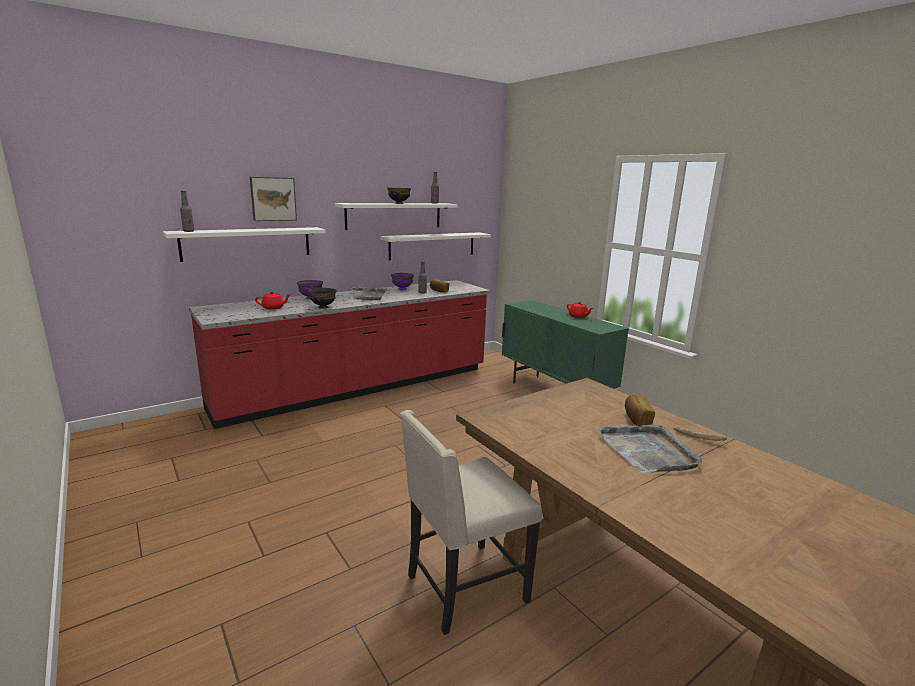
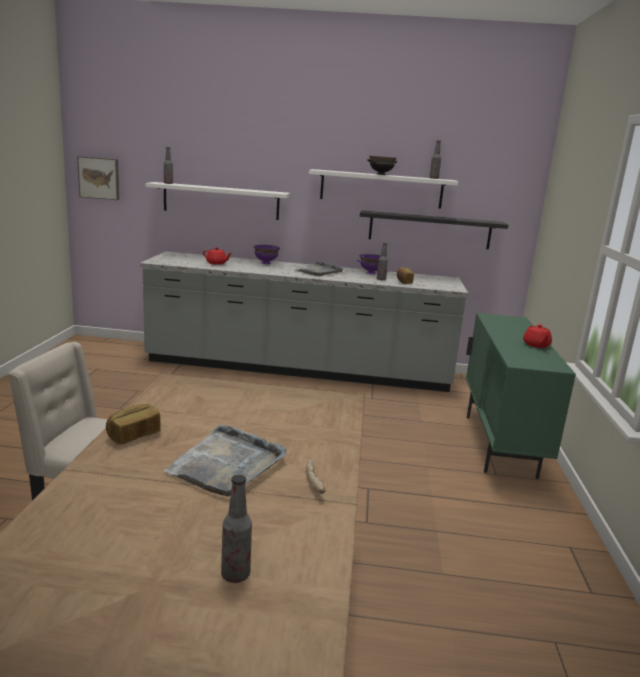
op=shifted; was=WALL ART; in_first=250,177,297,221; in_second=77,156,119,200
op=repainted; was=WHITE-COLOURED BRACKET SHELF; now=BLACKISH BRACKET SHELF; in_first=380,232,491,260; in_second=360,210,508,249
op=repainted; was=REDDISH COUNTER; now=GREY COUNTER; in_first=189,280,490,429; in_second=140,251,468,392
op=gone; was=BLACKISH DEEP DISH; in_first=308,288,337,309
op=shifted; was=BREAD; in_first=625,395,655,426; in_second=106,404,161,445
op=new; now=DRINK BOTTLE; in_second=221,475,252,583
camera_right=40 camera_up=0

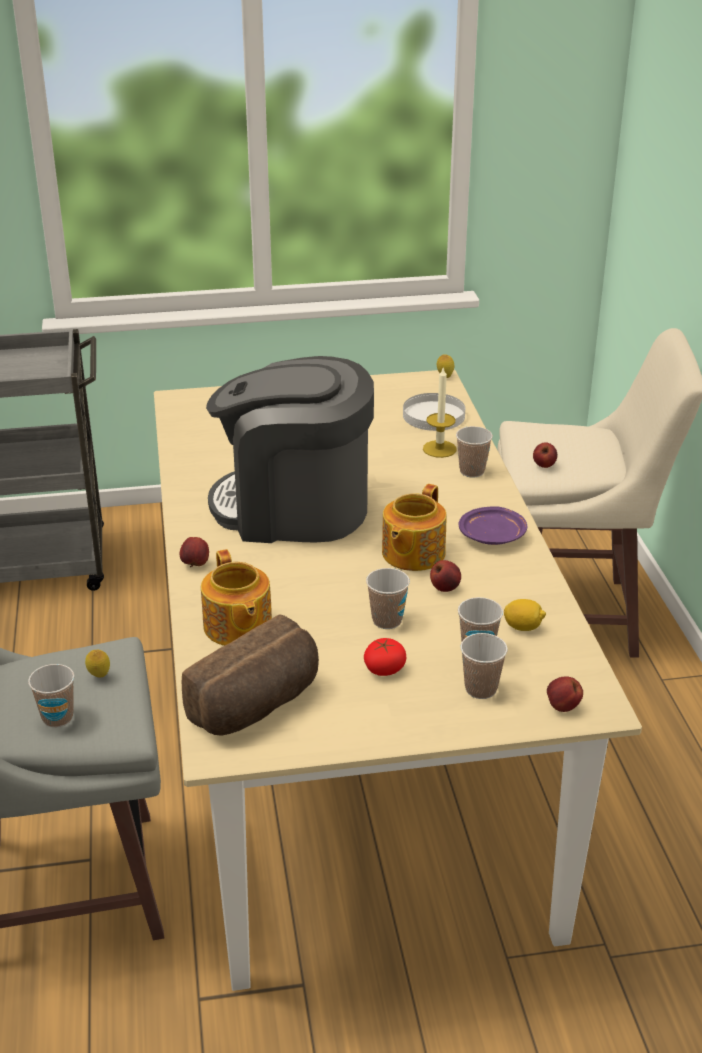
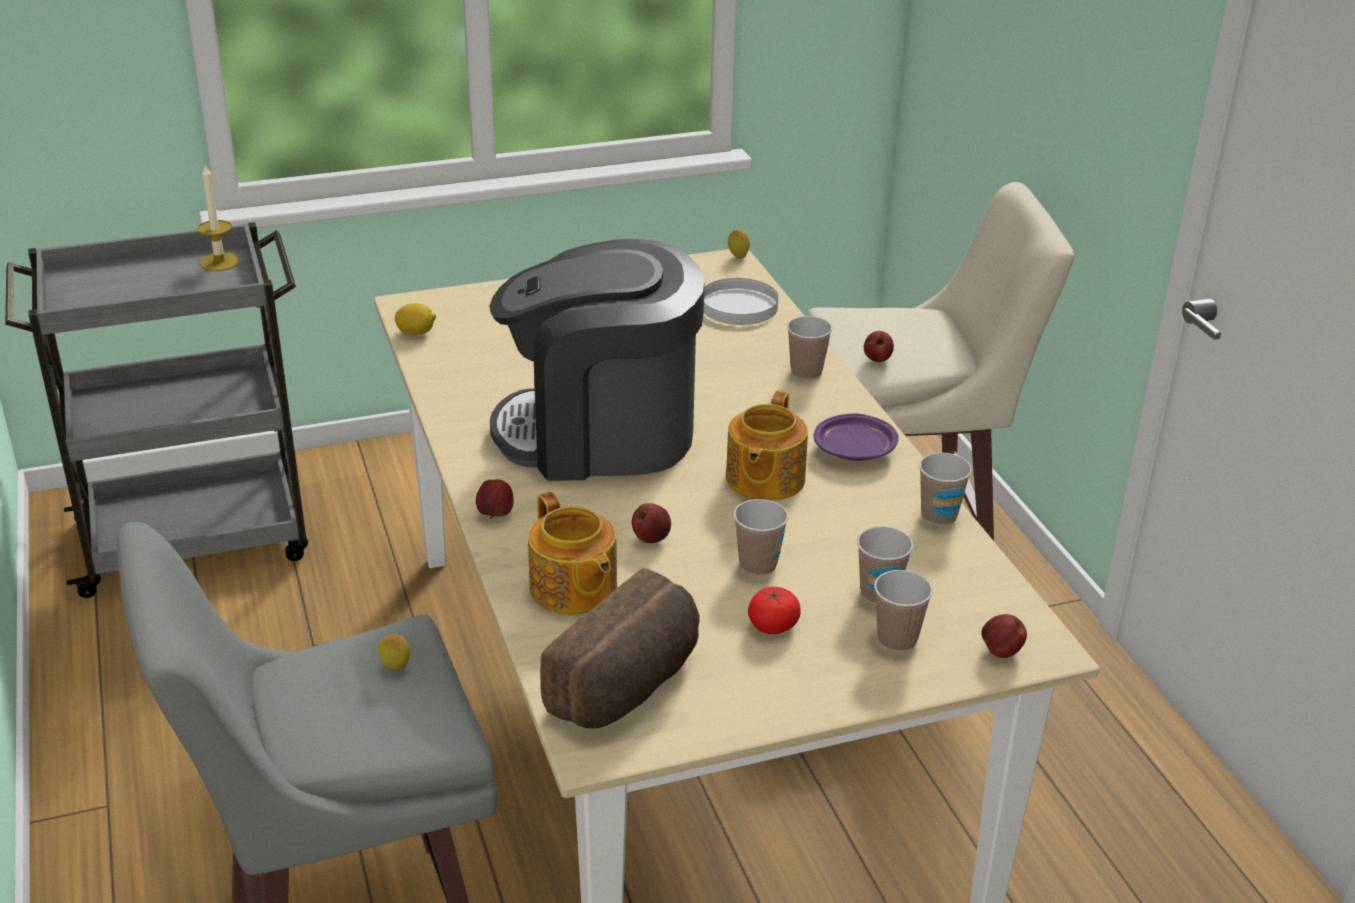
op=shifted; was=CANDLE; in_first=423,366,457,458; in_second=197,165,240,271
op=shifted; was=WHOLE APPLE; in_first=430,560,461,592; in_second=632,503,671,543
op=shifted; was=LEMON; in_first=504,599,546,631; in_second=395,303,436,336
op=shifted; was=SMALL CUP; in_first=28,664,74,728; in_second=919,453,972,526
camera_right=-10 camera_up=0

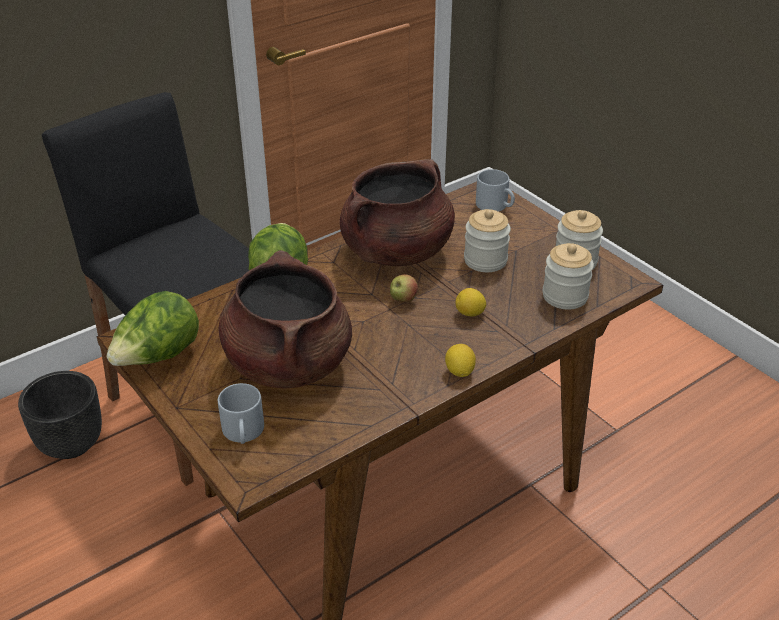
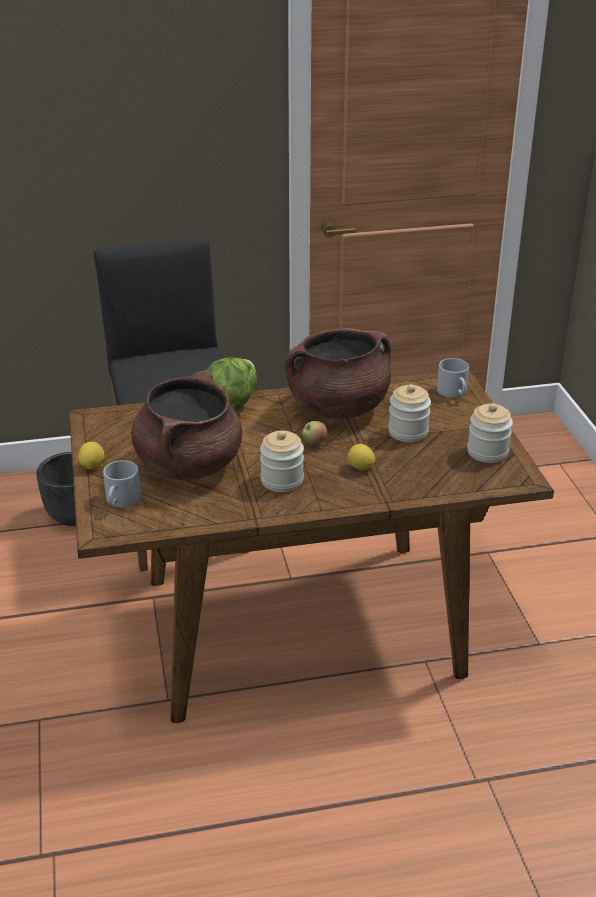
op=shifted; was=JAR; in_first=543,243,594,309; in_second=260,430,304,492
op=gone; was=LETTUCE HEAD; in_first=107,291,199,366
op=shifted; was=LEMON; in_first=445,344,476,377; in_second=78,442,105,469
camera_right=25 camera_up=-5

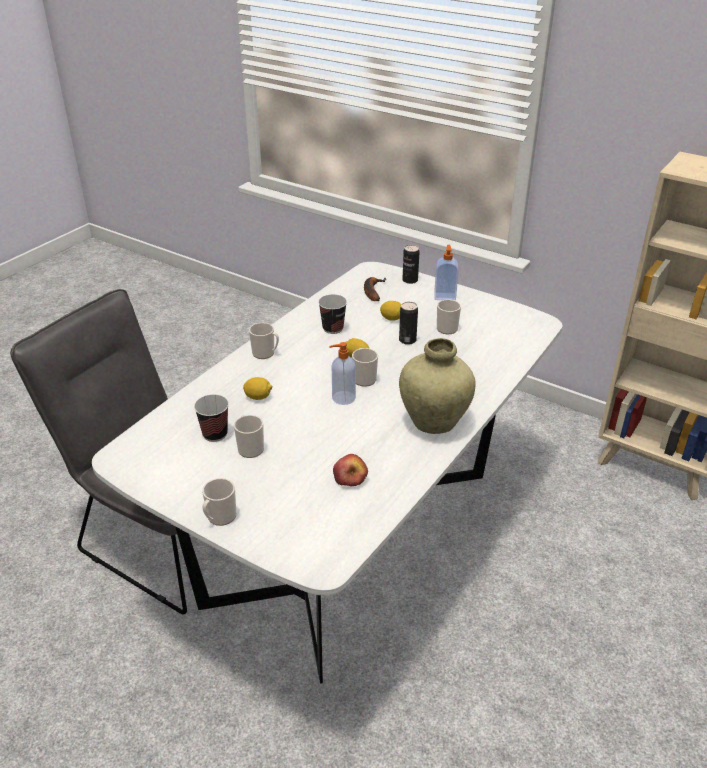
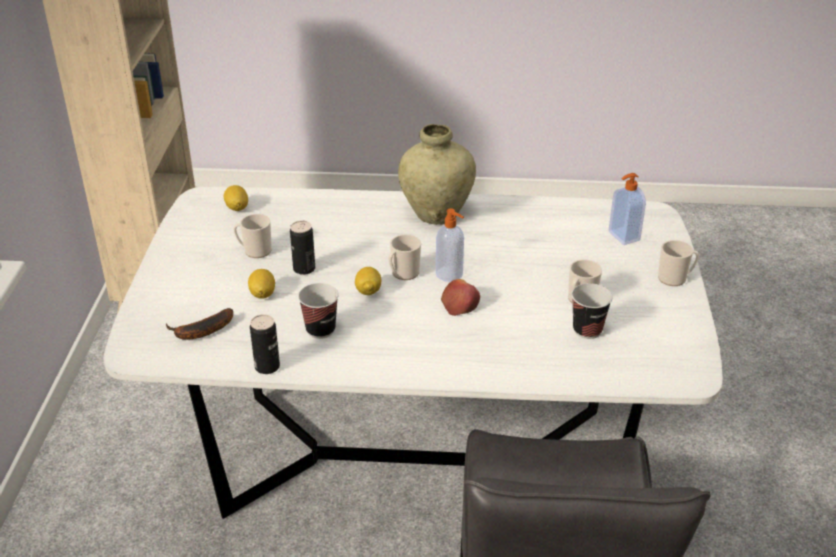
op=shifted; was=SEALED CAN; in_first=403,245,420,284; in_second=250,314,280,374
op=shifted; was=LIQUID SOAP BOTTLE; in_first=434,245,458,300; in_second=609,173,646,245
op=gone; was=COFFEE MUG; in_first=249,323,279,359
op=shifted; was=LEMON; in_first=243,377,272,400; in_second=224,185,248,211
op=shifted; was=WHOLE APPLE; in_first=333,454,368,486; in_second=441,279,480,316
camera_right=-120 camera_up=0

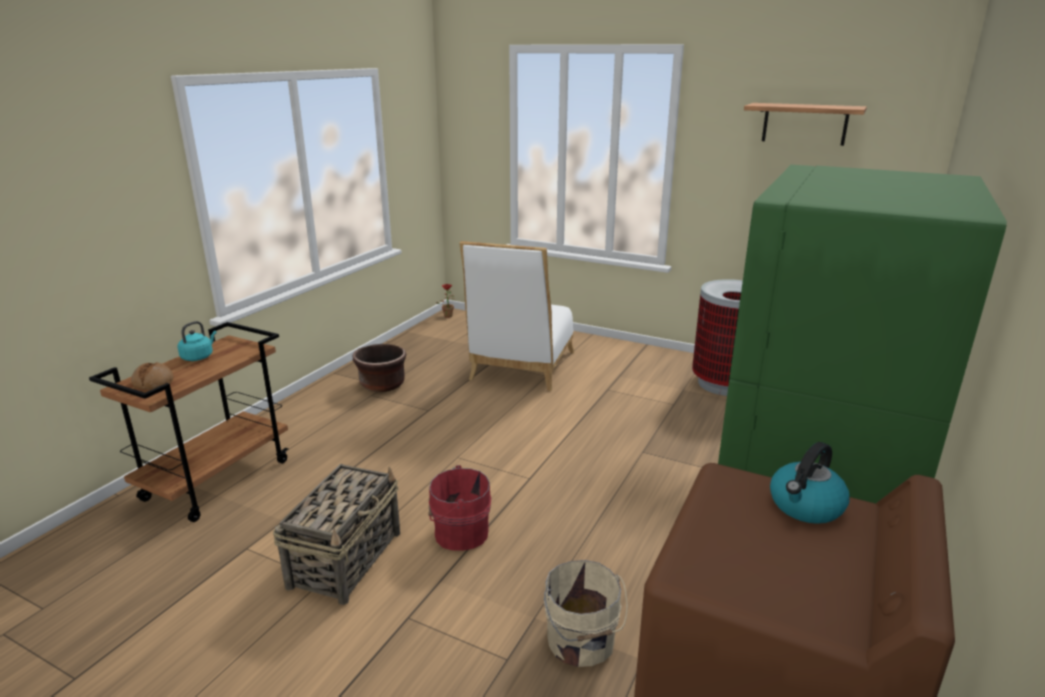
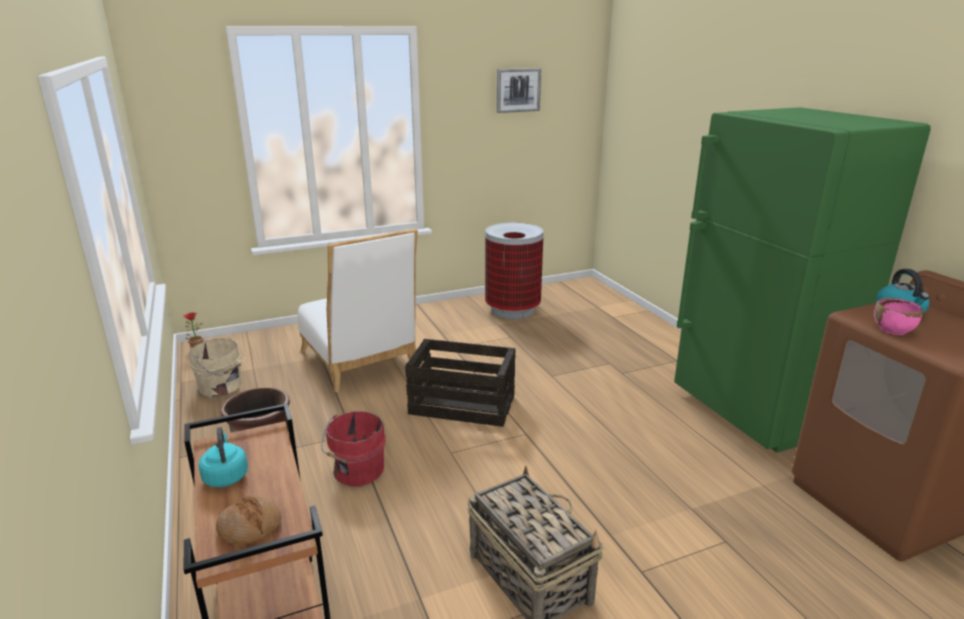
op=swapped; was=BRACKET SHELF; now=WALL ART; in_first=744,103,867,146; in_second=497,68,541,113
op=shifted; was=REDDISH WATER BUCKET; in_first=429,465,491,551; in_second=321,411,386,486
op=shifted; was=SAND-COLOURED WATER BUCKET; in_first=544,560,628,667; in_second=189,337,245,397
op=new; now=PINK-COLOURED DEEP DISH; in_second=874,298,923,335
op=new; now=CRATE; in_second=405,339,516,427
camera_right=-50 camera_up=0

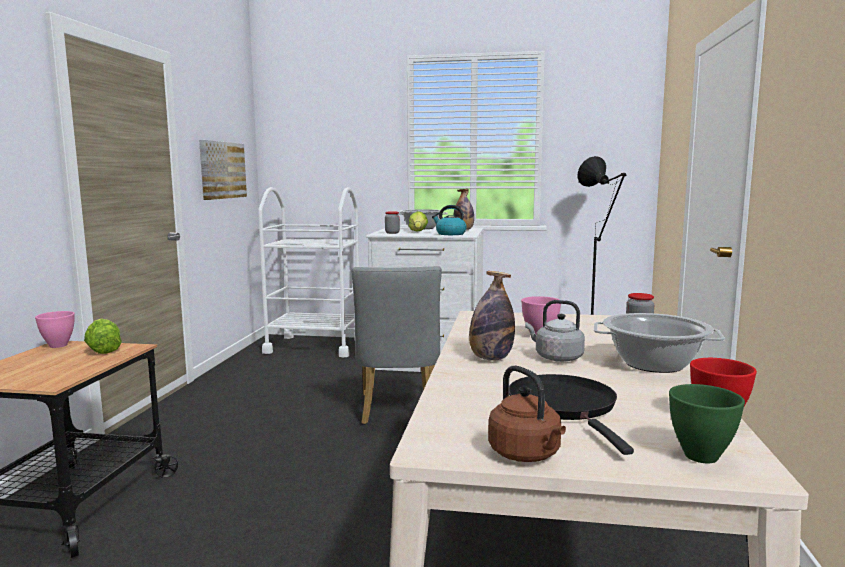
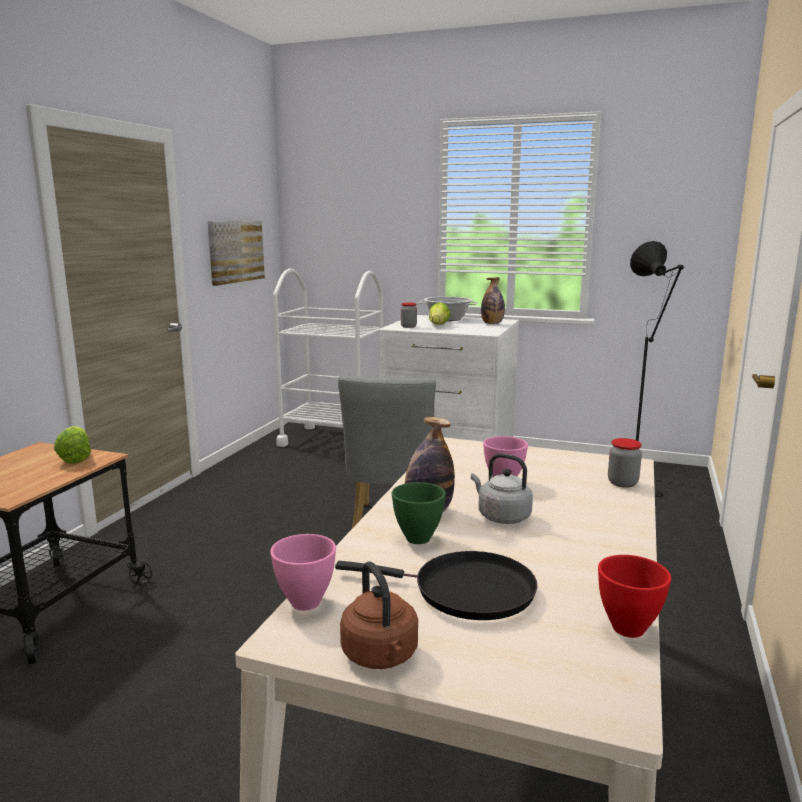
op=gone; was=WATER KETTLE; in_first=432,205,467,235
op=shifted; was=PINK-COLOURED DEEP DISH; in_first=35,311,75,348; in_second=270,534,336,611
op=gone; was=SAUCEPOT; in_first=594,313,725,373
op=rotated; was=BLACKISH SKILLET; in_first=509,374,634,455; in_second=335,551,537,620; clockwise=105
op=shifted; was=GREEN DEEP DISH; in_first=669,384,745,463; in_second=392,482,446,544
camera_right=10 camera_up=5

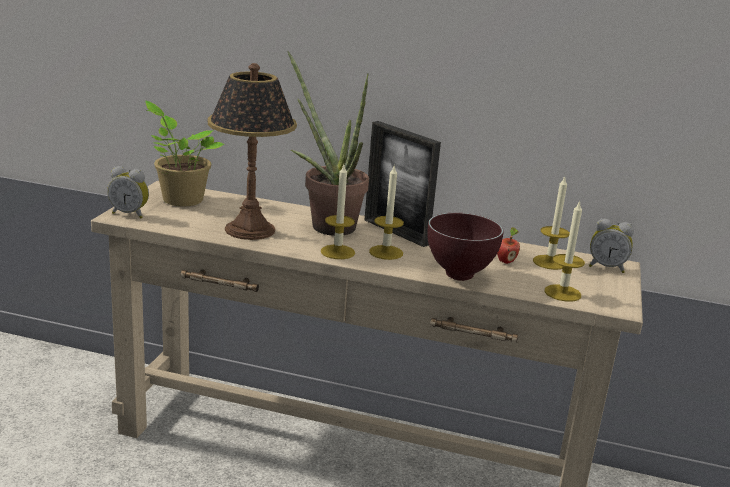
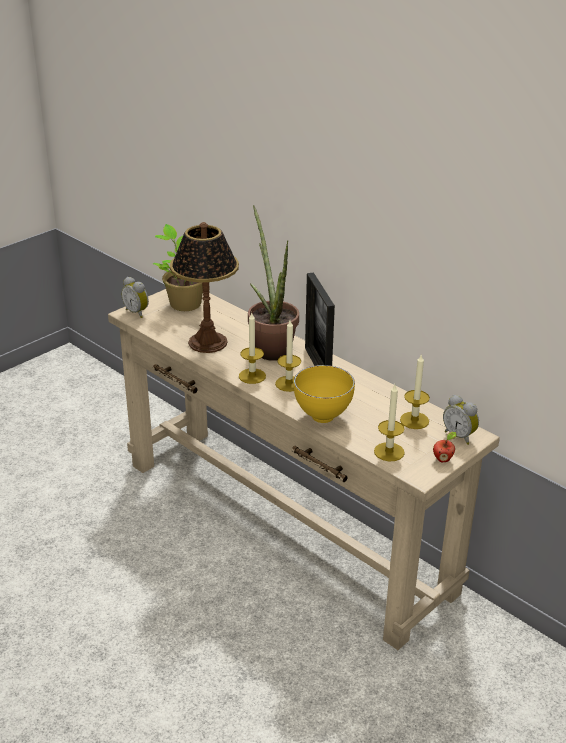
op=repainted; was=BROWN DEEP DISH; now=YELLOW-COLOURED DEEP DISH; in_first=427,213,504,281; in_second=294,365,355,423
op=shifted; was=WHOLE APPLE; in_first=497,227,520,264; in_second=433,432,456,462
camera_right=30 camera_up=10

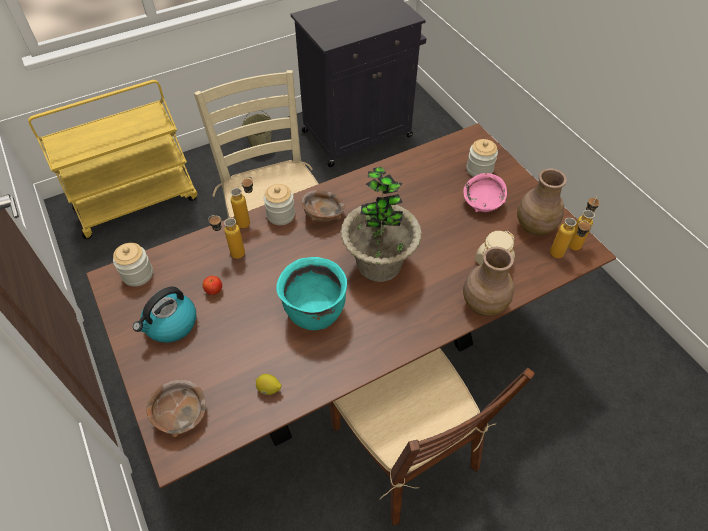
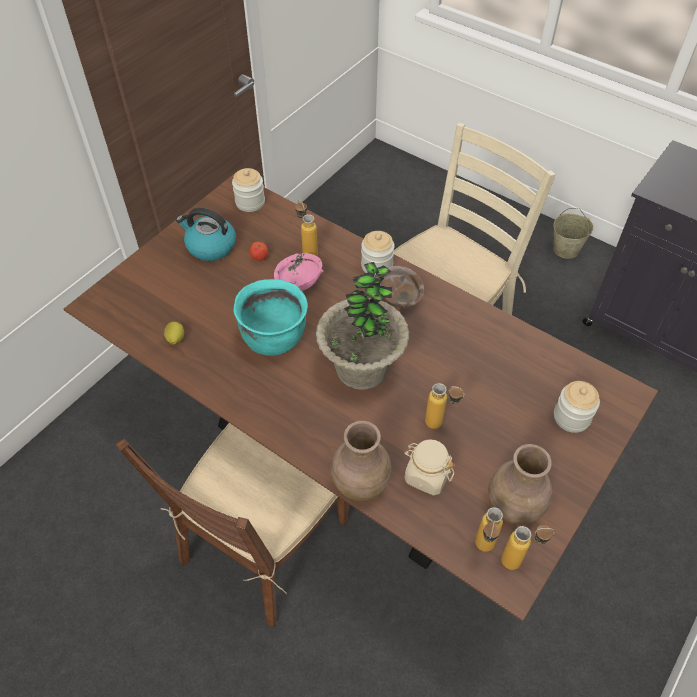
op=gone; was=YELLOW-COLOURED TROLLEY; in_first=28,80,197,239
op=shifted; was=PINK-COLOURED DEEP DISH; in_first=464,173,507,212; in_second=274,253,324,291
op=shifted; was=DRINK BOTTLE; in_first=231,177,253,229; in_second=425,383,464,429
op=gone; was=BROWN DEEP DISH; in_first=146,380,206,437
camera_right=65 camera_up=0

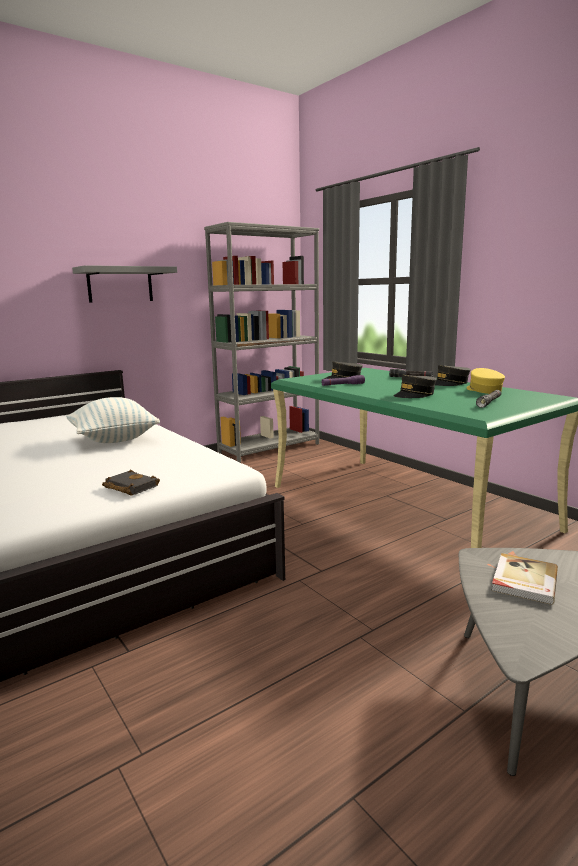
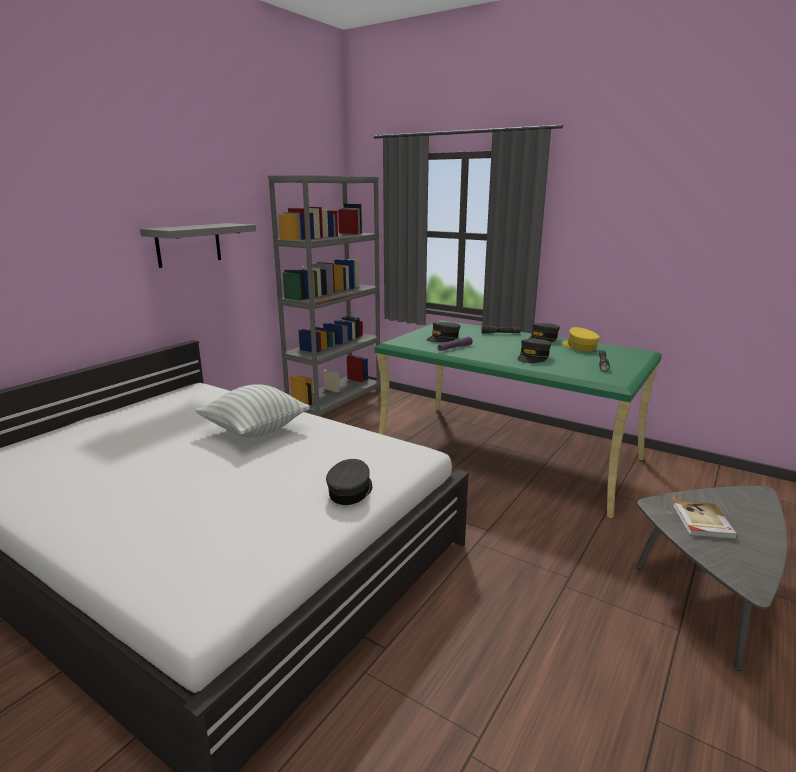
op=swapped; was=BLACKISH BOOK; now=GREY PEAKED CAP; in_first=102,470,160,496; in_second=326,459,372,505
camera_right=-20 camera_up=5

